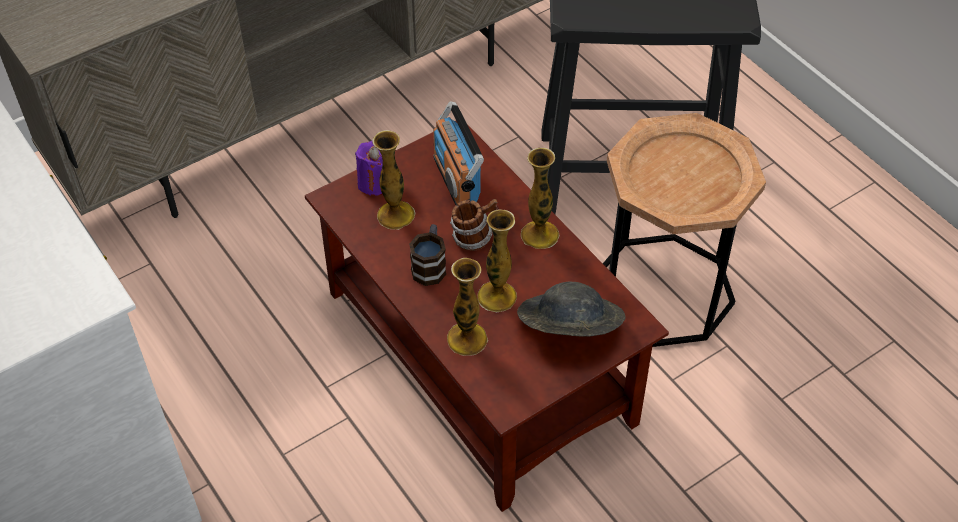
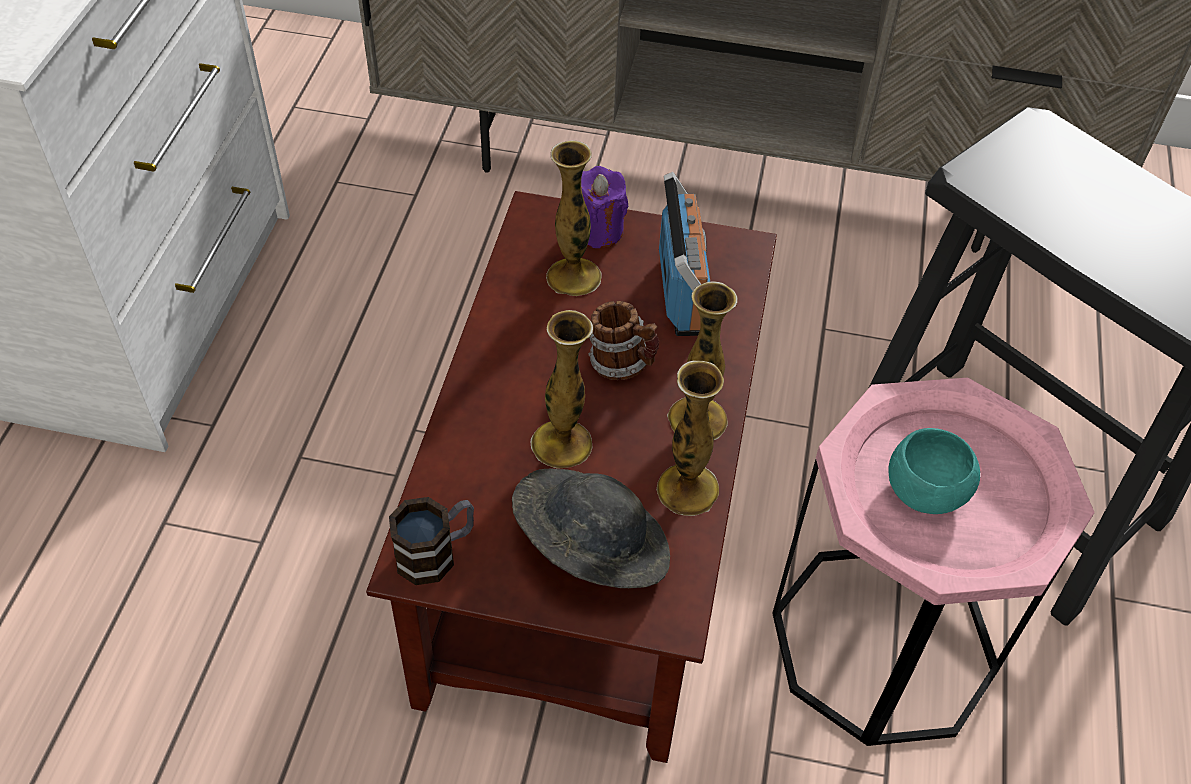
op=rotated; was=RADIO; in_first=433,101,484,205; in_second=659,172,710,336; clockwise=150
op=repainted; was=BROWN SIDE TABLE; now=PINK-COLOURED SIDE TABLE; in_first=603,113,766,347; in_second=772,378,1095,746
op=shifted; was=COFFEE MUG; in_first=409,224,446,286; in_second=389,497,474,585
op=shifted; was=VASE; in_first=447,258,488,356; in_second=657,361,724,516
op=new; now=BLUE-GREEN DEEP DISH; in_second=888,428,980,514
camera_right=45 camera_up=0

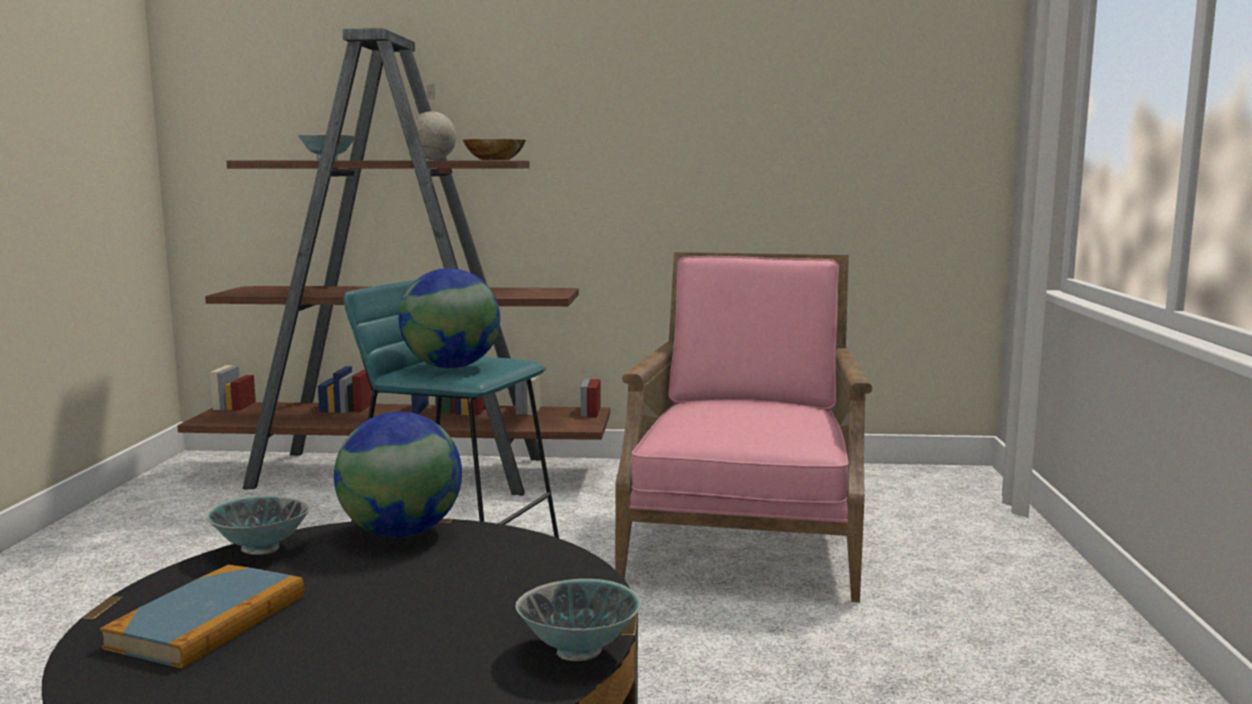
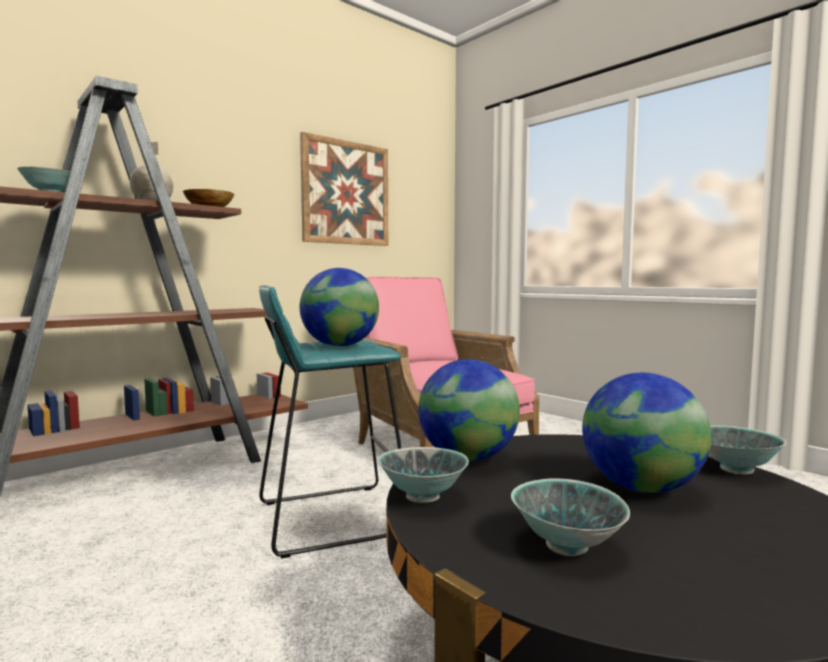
op=swapped; was=BOOK; now=DEEP DISH; in_first=100,565,304,669; in_second=511,478,630,556
op=new; now=WALL ART; in_second=300,132,388,246
op=new; now=GLOBE; in_second=582,373,711,493
camera_right=-45 camera_up=-5

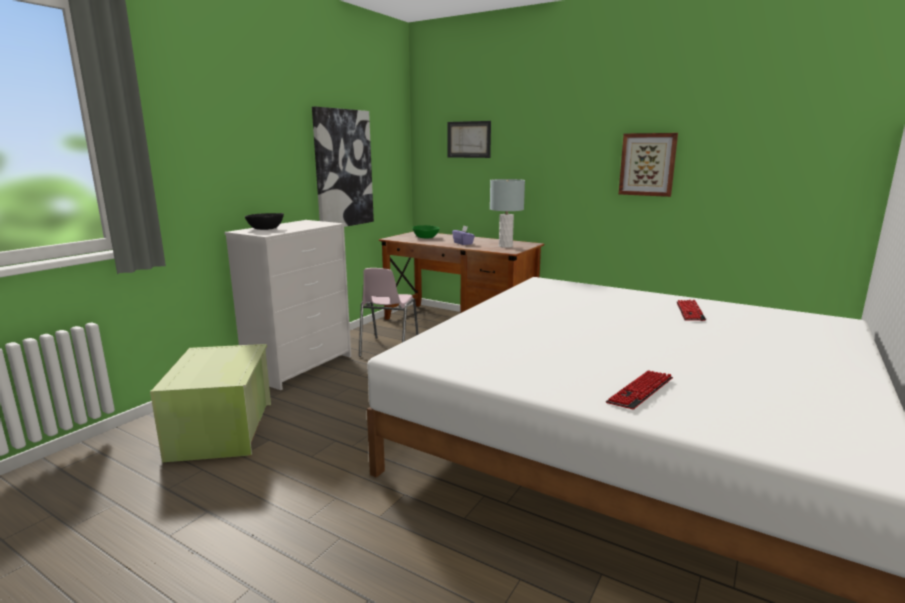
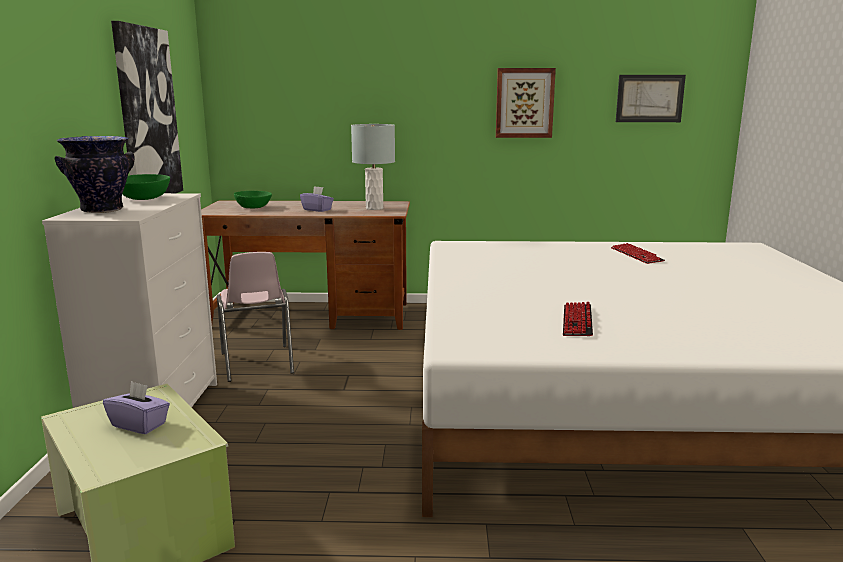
op=shifted; was=WALL ART; in_first=447,121,491,158; in_second=616,75,686,122
op=swapped; was=BLACKISH DEEP DISH; now=VASE; in_first=245,213,284,230; in_second=55,136,134,213
op=shifted; was=PC KEYBOARD; in_first=606,370,673,409; in_second=563,302,593,336
op=new; now=GREEN DEEP DISH; in_second=122,174,170,200
op=new; now=PURPLISH TISSUE HOLDER; in_second=103,381,170,434
camera_right=-30 camera_up=0

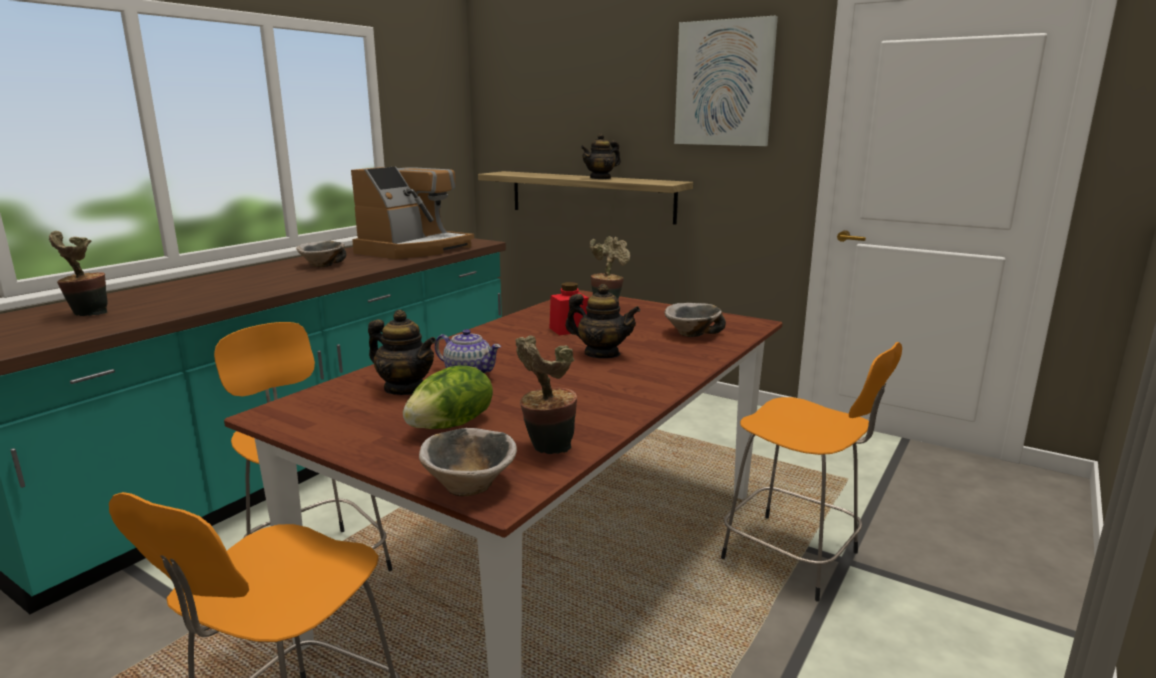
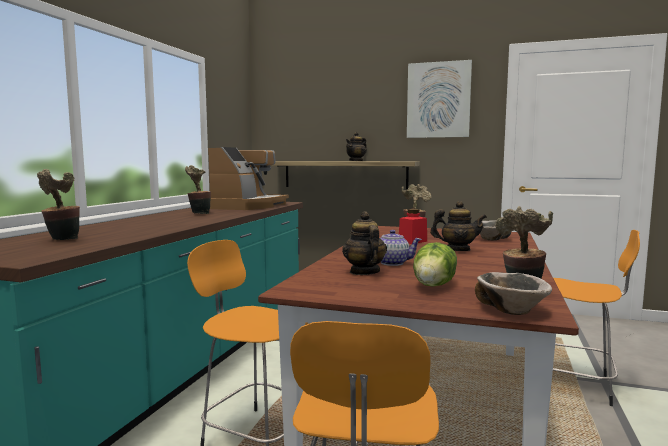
op=swapped; was=DEEP DISH; now=PLANT IN A POT; in_first=296,241,346,267; in_second=185,165,211,214
op=rotated; was=TEAPOT; in_first=368,310,436,395; in_second=342,211,387,275; clockwise=-120
camera_right=-15 camera_up=-10

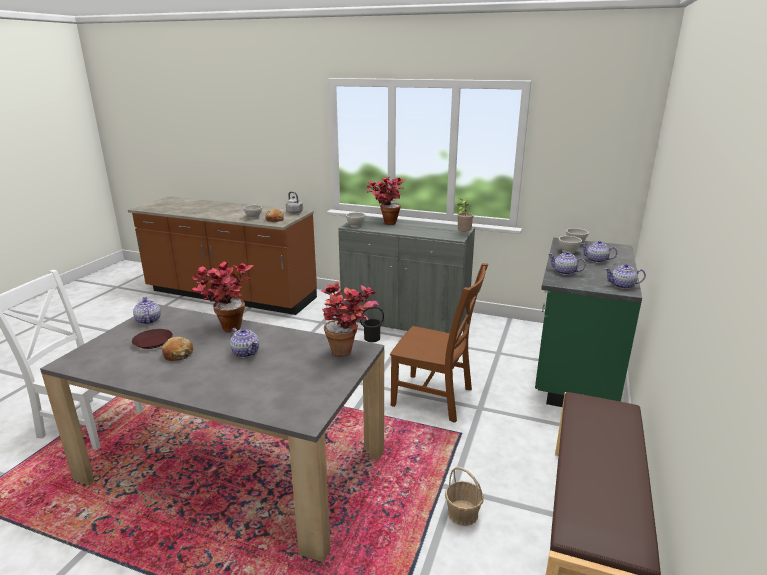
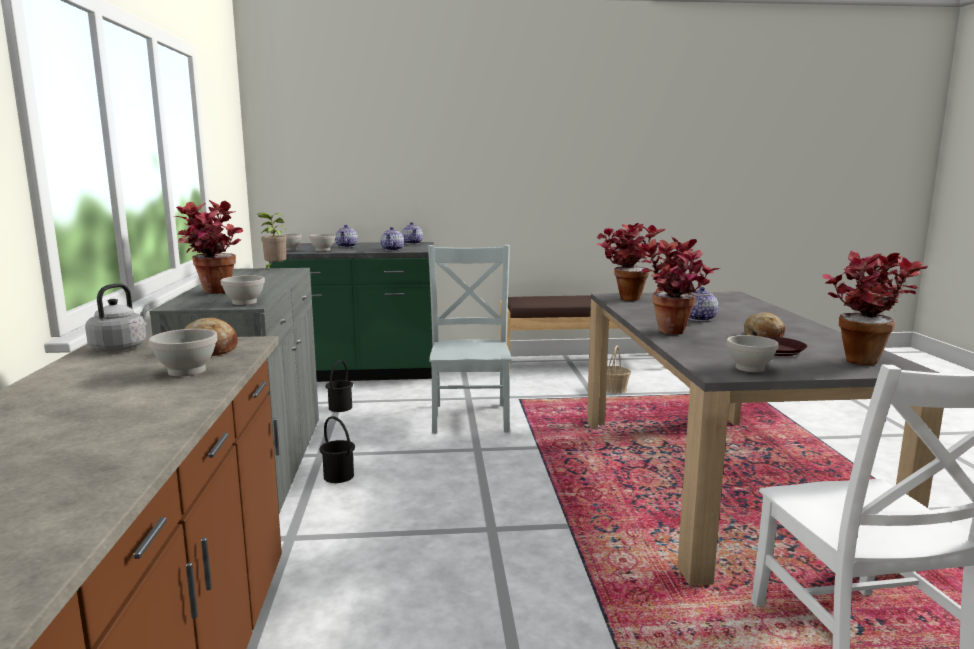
op=repainted; was=BROWN PLAIN CHAIR; now=GREY PLAIN CHAIR; in_first=390,263,488,423; in_second=428,245,512,434
op=swapped; was=TEAPOT; now=WHITE-COLOURED DEEP DISH; in_first=133,297,161,325; in_second=726,335,779,372
op=new; now=PLANT IN A POT; in_second=822,251,928,365
op=new; now=BLACKISH WATER BUCKET; in_second=326,360,353,412
camera_right=-115 camera_up=-10

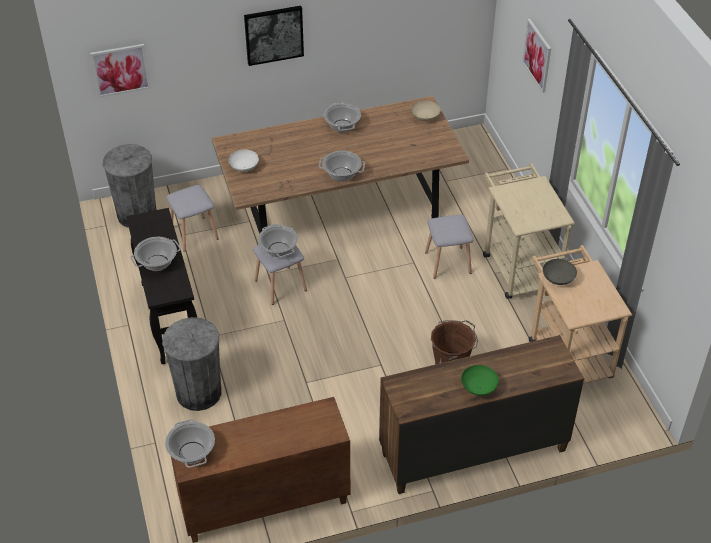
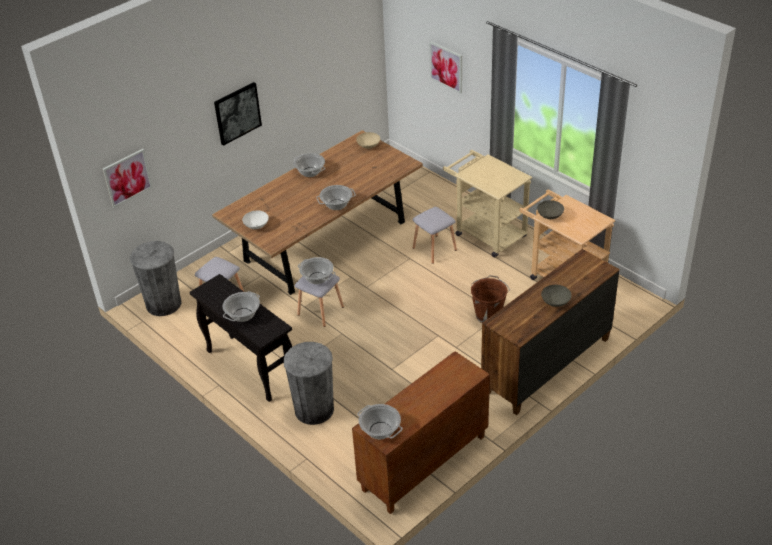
op=repainted; was=GREEN DEEP DISH; now=GREY DEEP DISH; in_first=461,365,499,396; in_second=541,285,572,307
camera_right=-25 camera_up=-5

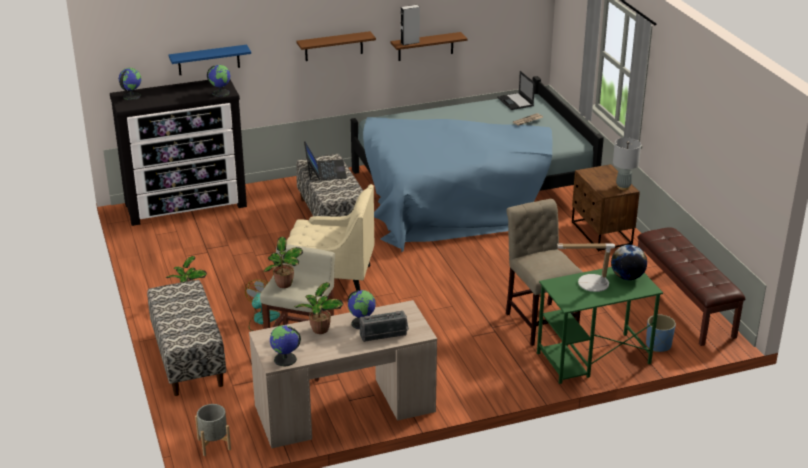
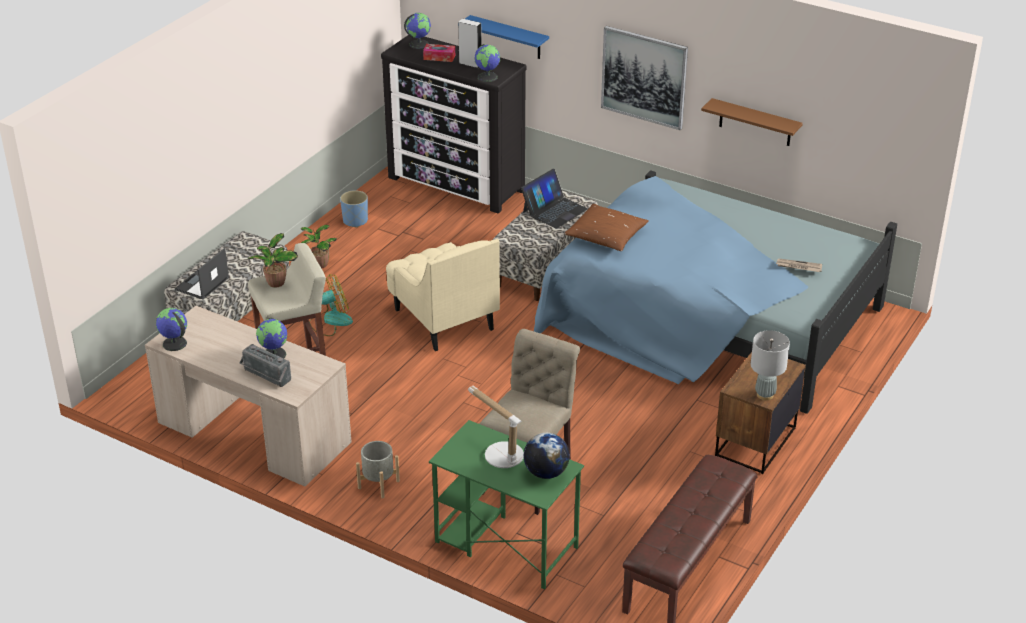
op=shifted; was=GREY SPEAKER; in_first=401,5,420,45; in_second=458,19,482,68
op=swapped; was=BROWN BRACKET SHELF; now=WALL ART; in_first=296,31,376,61; in_second=601,26,688,130
op=shifted; was=LAPTOP; in_first=497,71,535,110; in_second=175,248,229,299
op=gone; was=PLANT IN A POT; in_first=294,282,344,334
op=shifted; was=BLUE-COLOURED FLOWER POT; in_first=646,314,676,352; in_second=340,190,368,228
op=shifted; was=GREY FLOWER POT; in_first=195,404,231,456; in_second=356,441,400,499
op=new; now=TISSUE HOLDER; in_second=423,44,455,62
op=new; now=BROWN THROW PILLOW; in_second=564,204,649,251
camera_right=50 camera_up=5

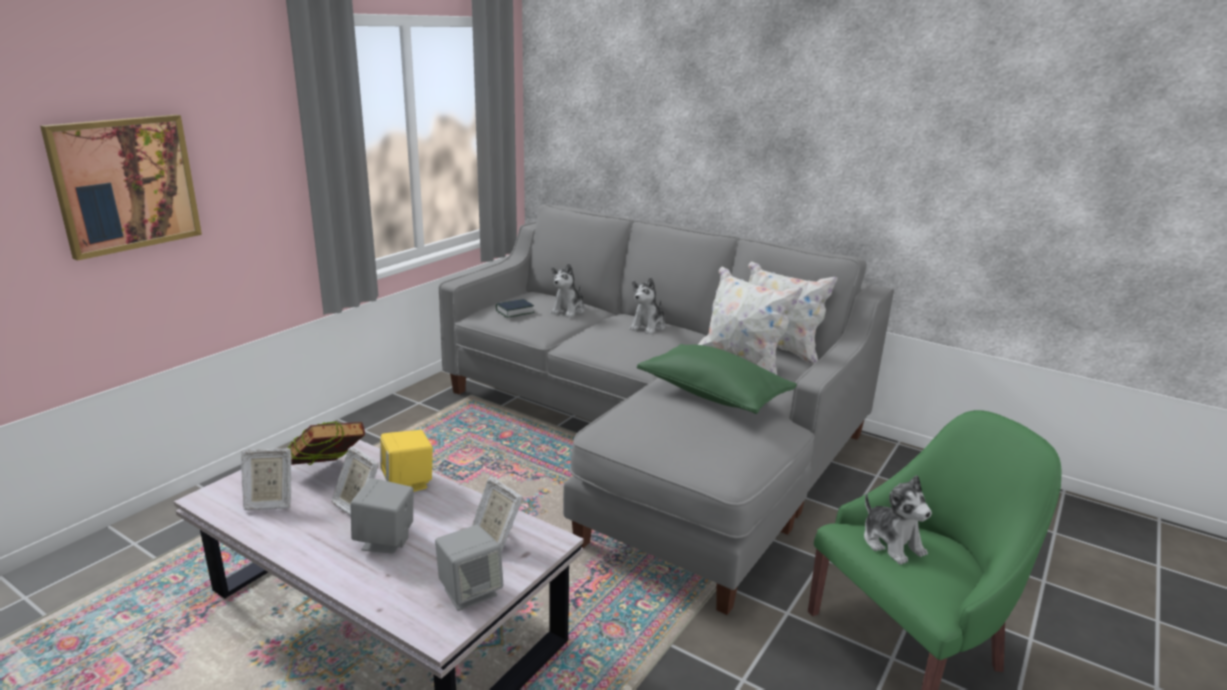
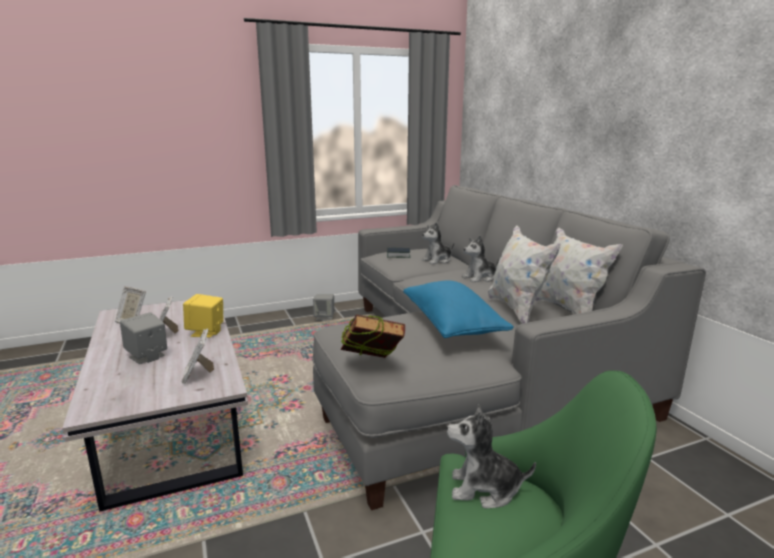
op=gone; was=WALL ART; in_first=40,115,202,261
op=repainted; was=GREEN THROW PILLOW; now=BLUE-COLOURED THROW PILLOW; in_first=637,344,797,414; in_second=403,280,514,338
op=shifted; was=BOOK; in_first=287,421,365,465; in_second=341,314,405,358
op=rotated; was=CUDDLY TOY; in_first=864,475,932,565; in_second=447,404,536,509; clockwise=90
op=shifted; was=GREY SPEAKER; in_first=435,524,503,611; in_second=313,294,334,321
camera_right=35 camera_up=-5

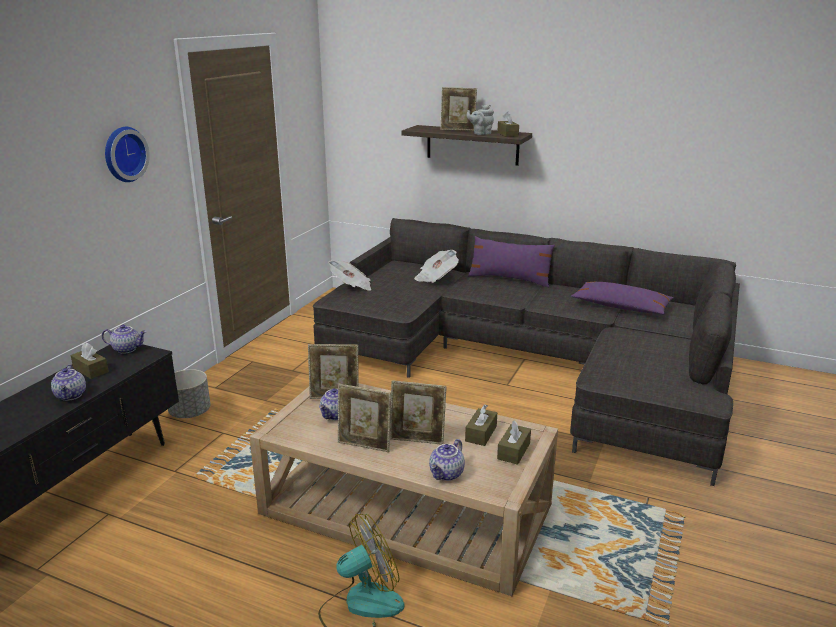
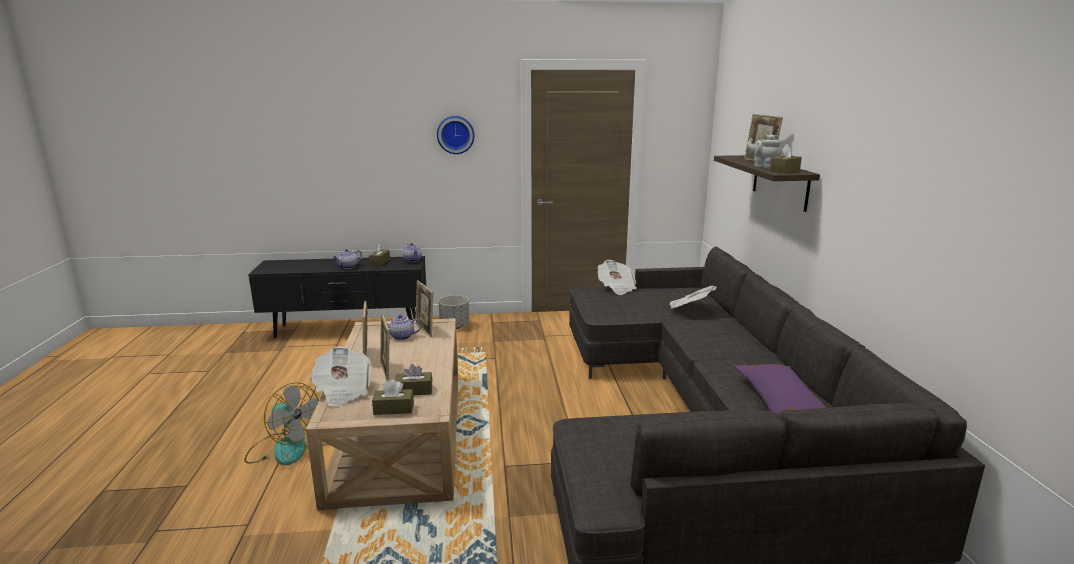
op=gone; was=PURPLISH THROW PILLOW; in_first=468,236,555,287
op=swapped; was=TEAPOT; now=DAILY PAPER; in_first=429,439,465,481; in_second=310,346,371,407
camera_right=60 camera_up=-5

